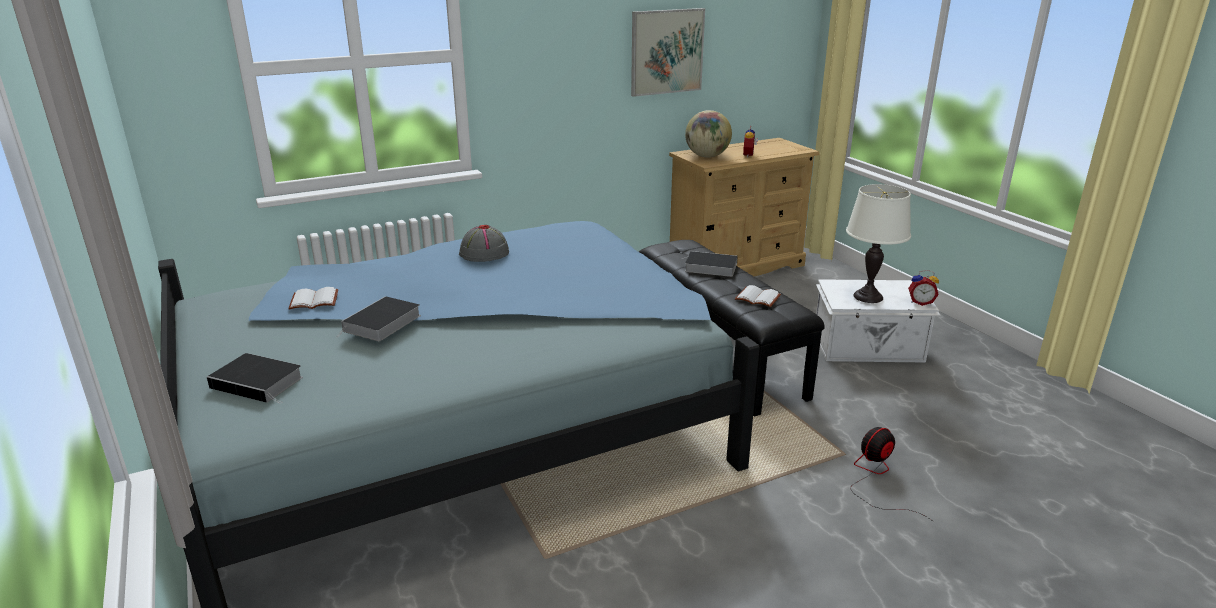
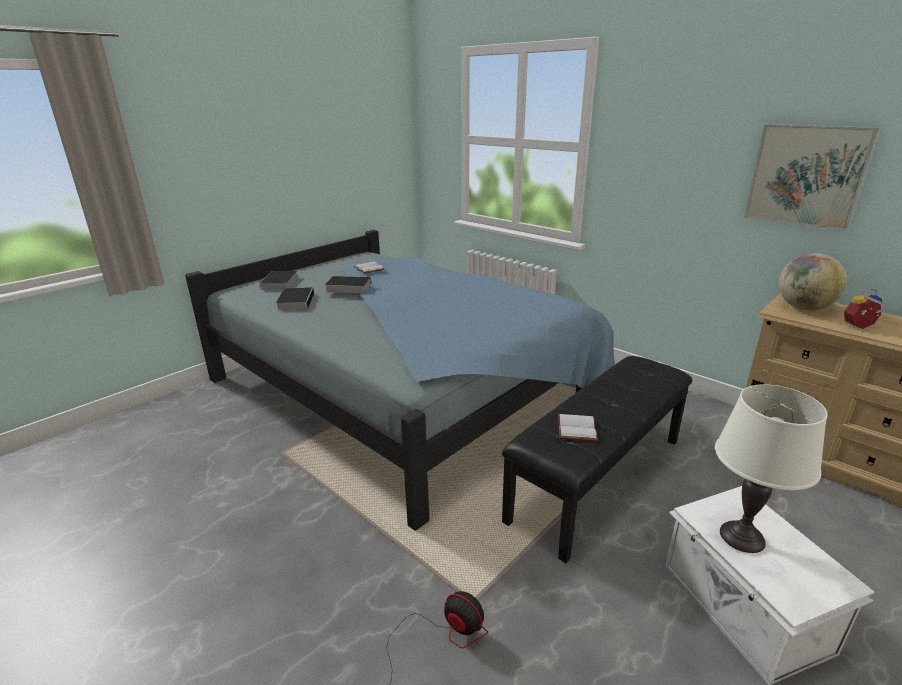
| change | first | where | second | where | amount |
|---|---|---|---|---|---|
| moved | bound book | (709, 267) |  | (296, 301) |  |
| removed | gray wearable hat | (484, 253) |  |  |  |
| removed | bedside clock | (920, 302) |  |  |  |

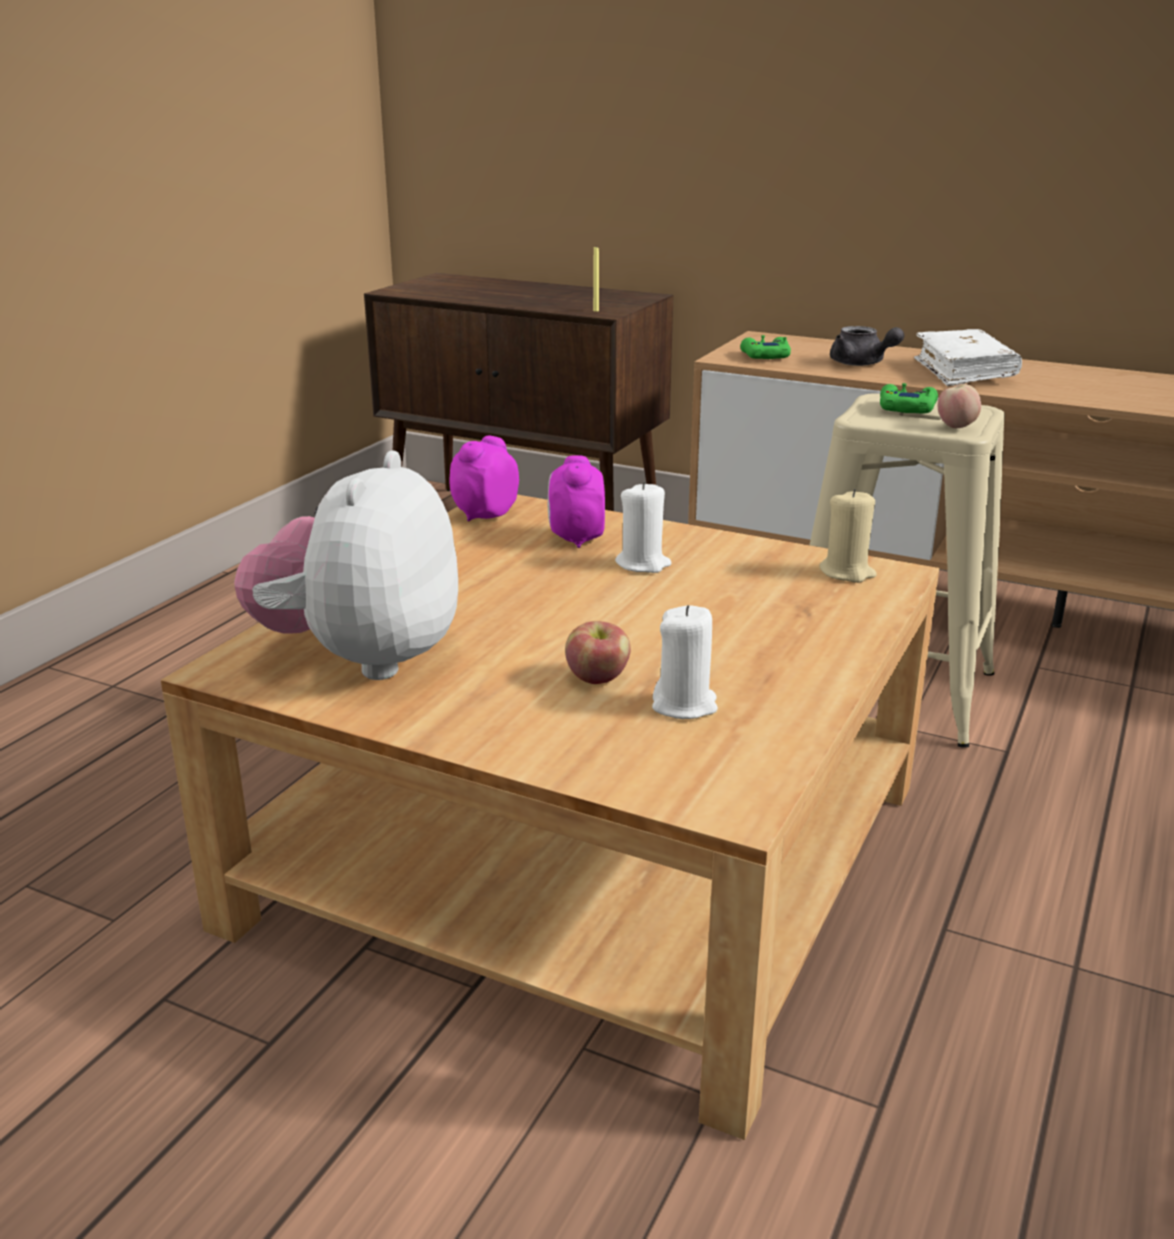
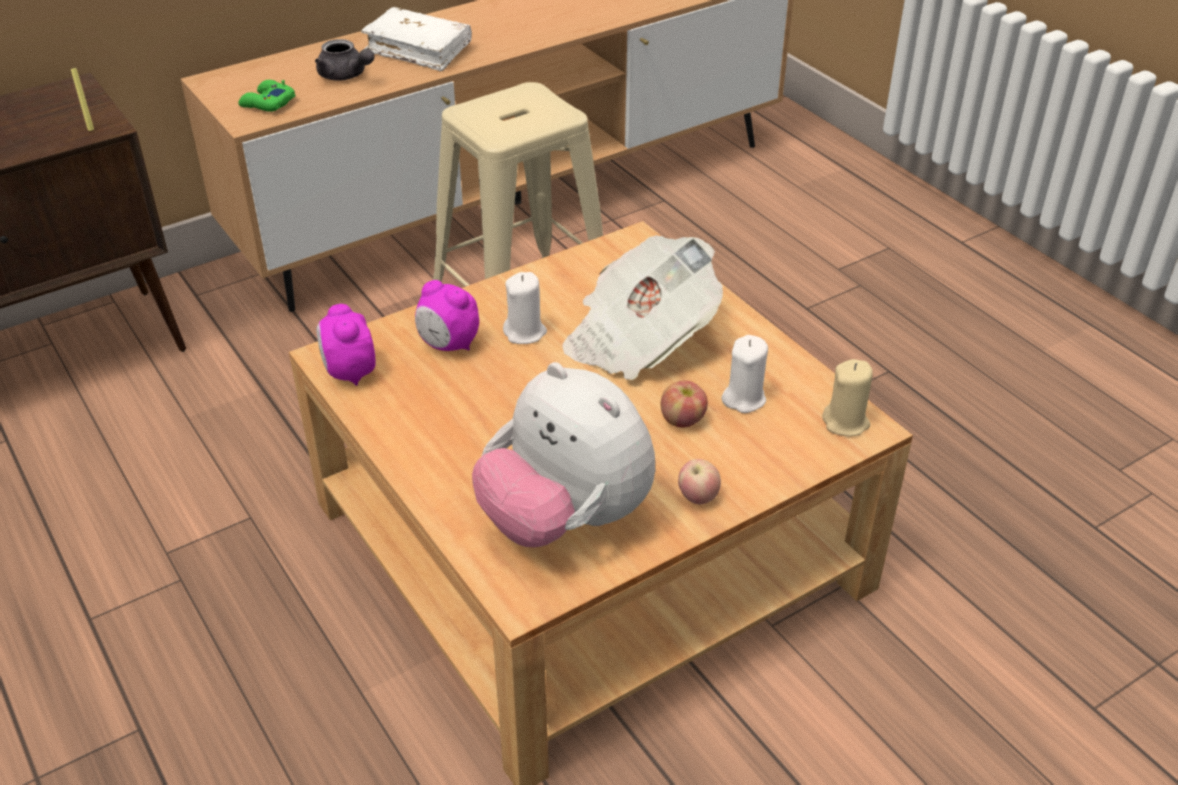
| change | first | where | second | where | amount |
|---|---|---|---|---|---|
| turned | gray pot for tea | (861, 364) |  | (345, 76) | 45 degrees clockwise |
| added |  |  | newspaper | (639, 339) |  |
| moved | apple fruit | (956, 427) |  | (698, 497) |  |
| moved | sand-coloured candle | (847, 573) |  | (846, 422) |  |
| removed | green-coloured joypad | (906, 408) |  |  |  |

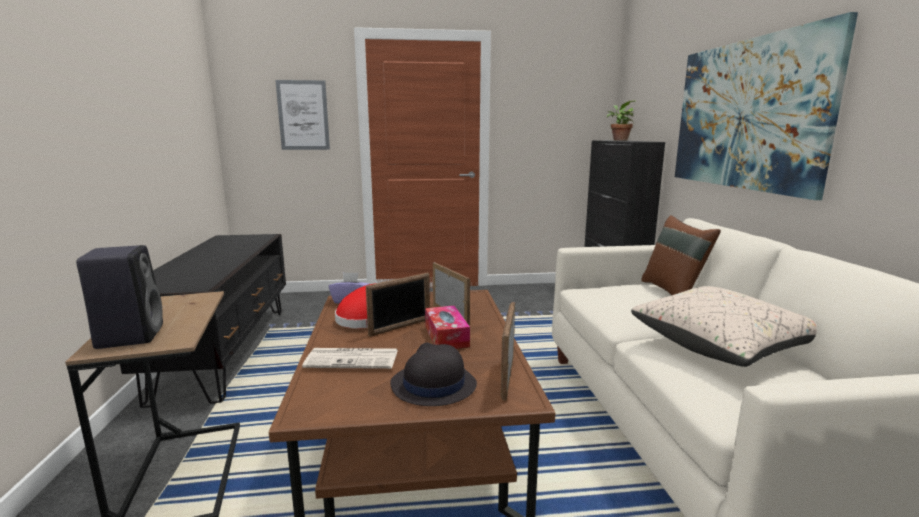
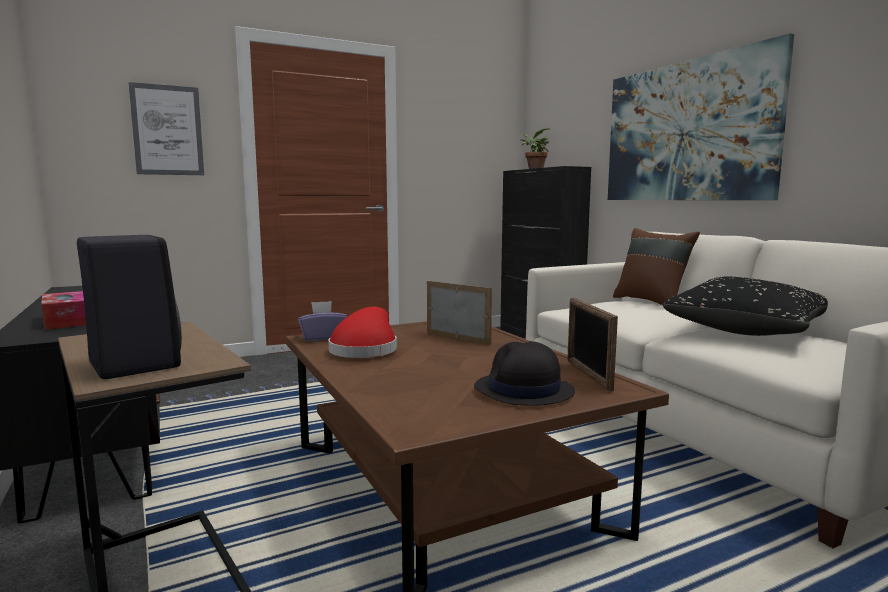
| change | first | where | second | where | amount |
|---|---|---|---|---|---|
| moved | tissue holder | (446, 336) |  | (67, 320) |  |
| recoloured | sand-coloured pillow | (723, 346) | black pillow | (747, 330) |  |
| removed | newspaper | (353, 359) |  |  |  |
| removed | photo frame | (400, 327) |  |  |  |

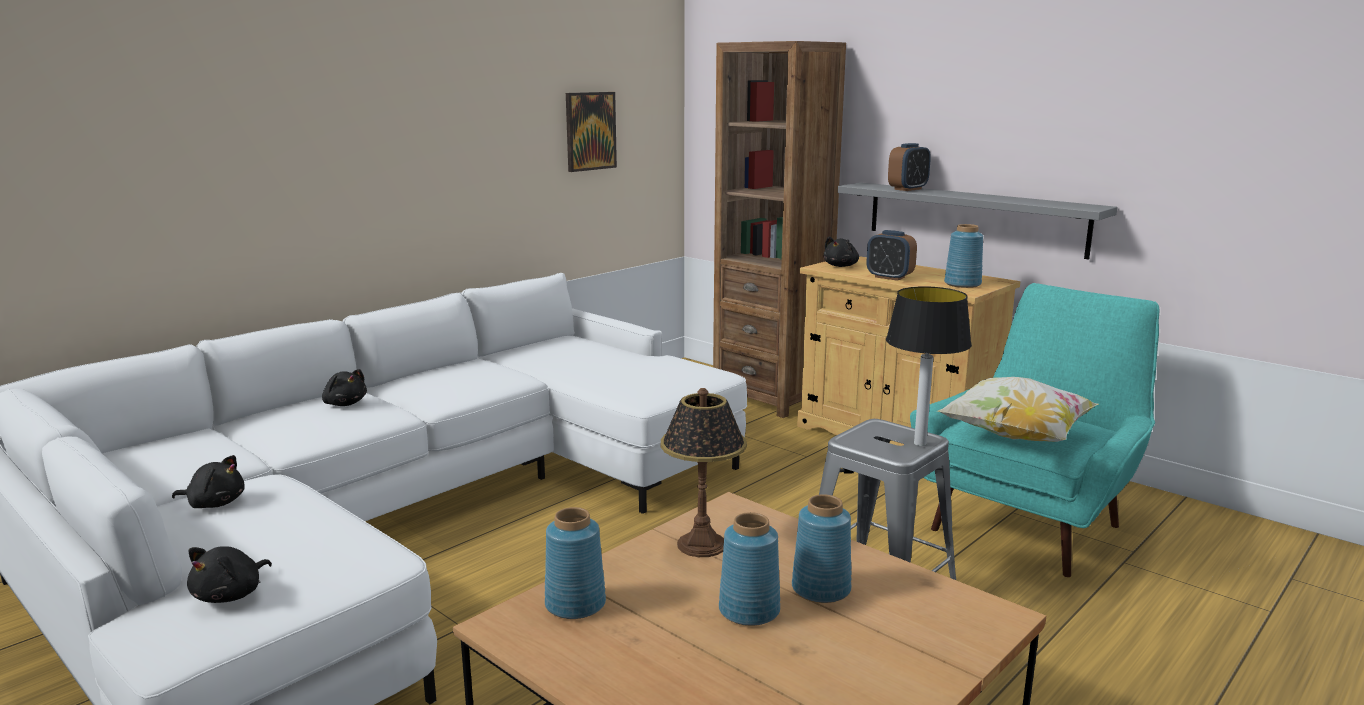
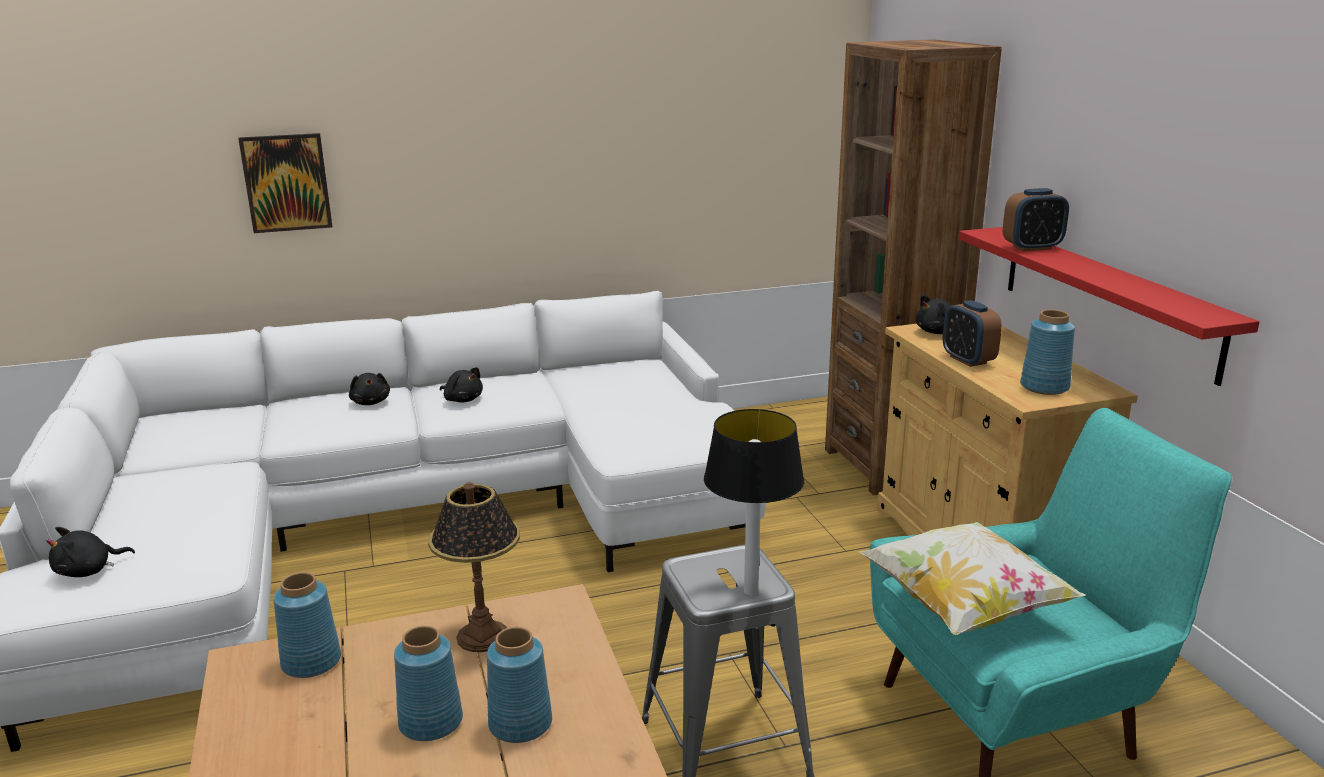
| change | first | where | second | where | amount |
|---|---|---|---|---|---|
| moved | wall art | (590, 131) |  | (286, 182) |  |
| moved | black soft toy | (214, 503) |  | (462, 399) |  |
| recoloured | gray wall shelf | (974, 218) | reddish wall shelf | (1106, 299) |  |

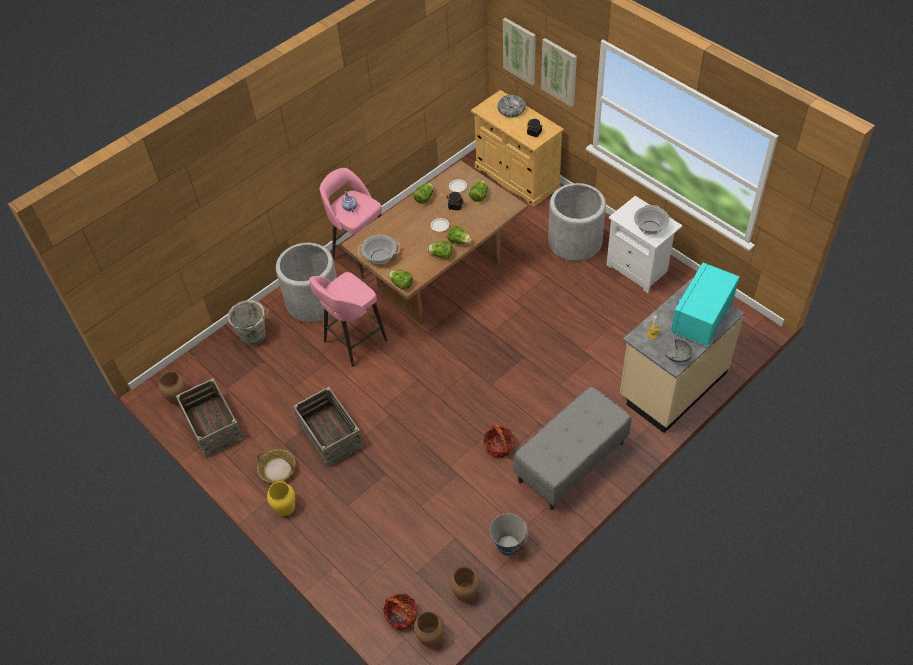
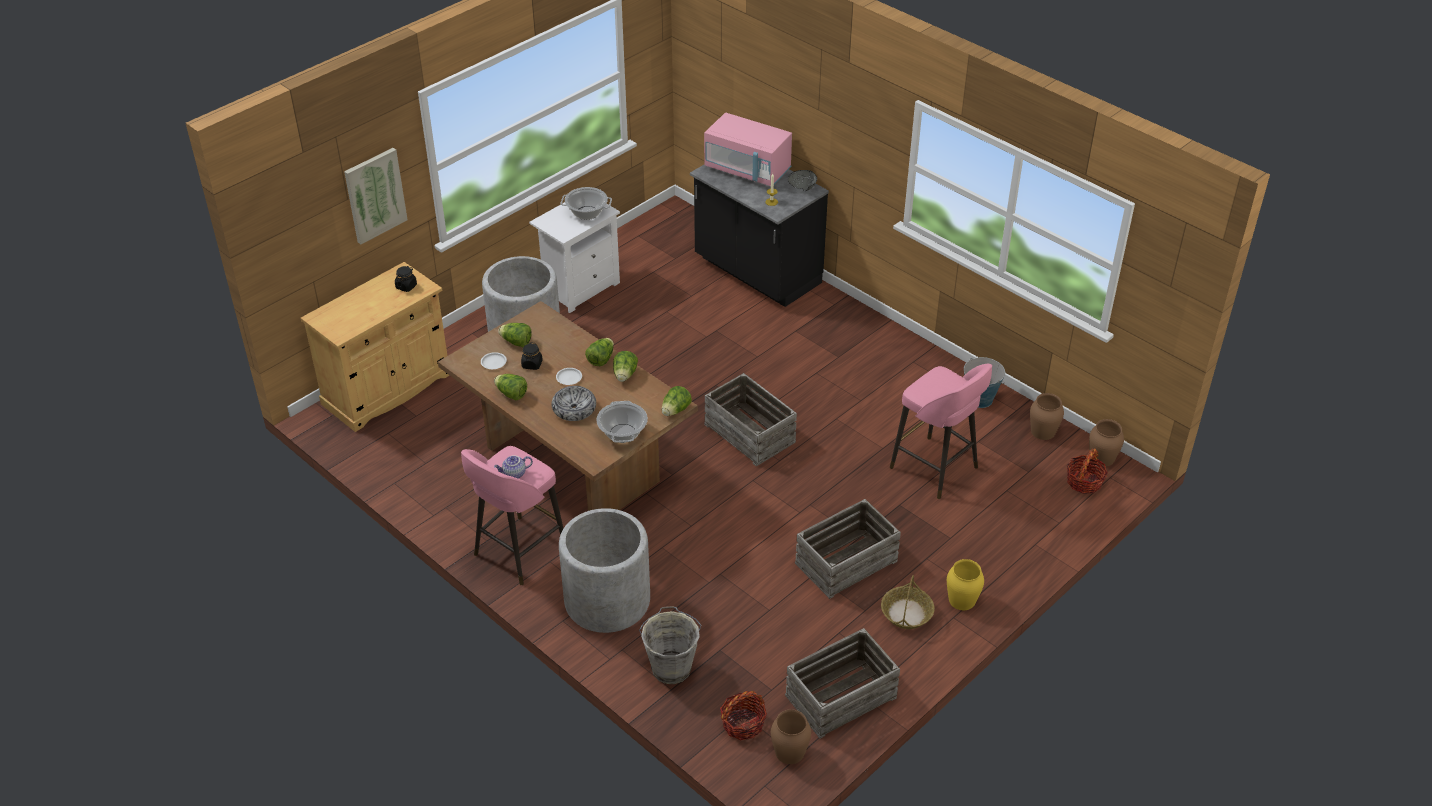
| change | first | where | second | where | amount |
|---|---|---|---|---|---|
| moved | deep dish | (511, 109) |  | (574, 408) |  |
| recoloured | sand-coloured kitchen base unit | (671, 385) | black kitchen base unit | (756, 273) |  |
| recoloured | turquoise-coloured microwave oven | (701, 318) | pinkish microwave oven | (747, 170) |  |
| added |  |  | crate | (750, 433) |  |
| moved | basket | (499, 447) |  | (743, 724) |  |
| moved | pinkish sitting stool | (353, 342) |  | (936, 469) |  |
| removed | wall art | (520, 51) |  |  |  |
| removed | gray long seat | (571, 462) |  |  |  |

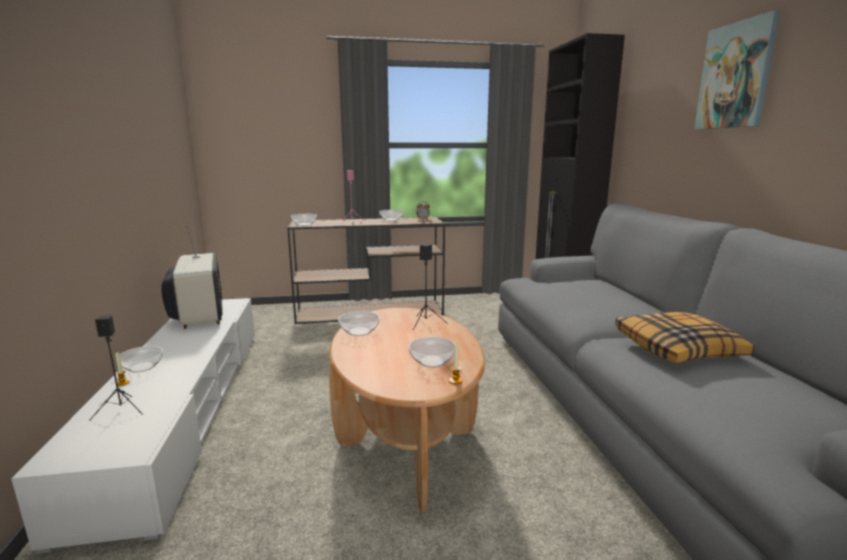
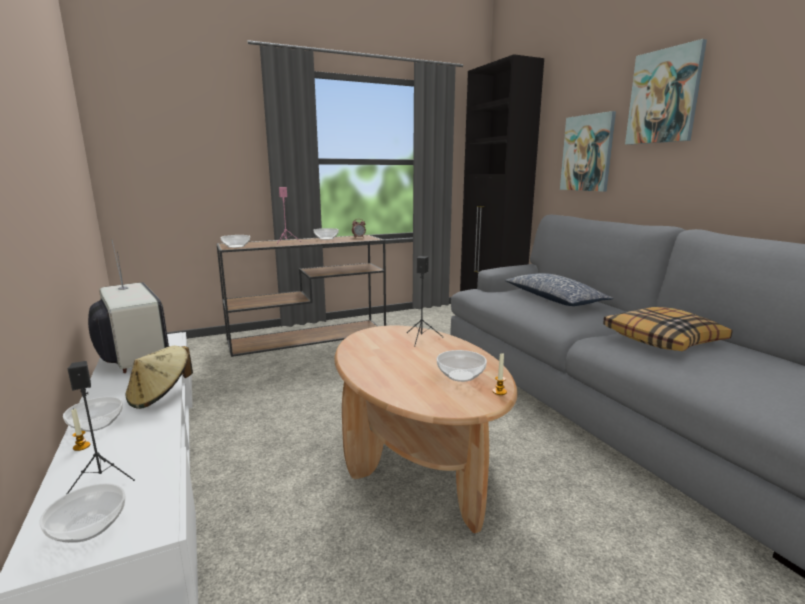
| change | first | where | second | where | amount |
|---|---|---|---|---|---|
| moved | deep dish | (359, 332) |  | (87, 528) |  |
| added |  |  | sand-coloured wearable hat | (160, 395) |  |
| added |  |  | pillow | (553, 300) |  |
| added |  |  | wall art | (587, 153) |  |

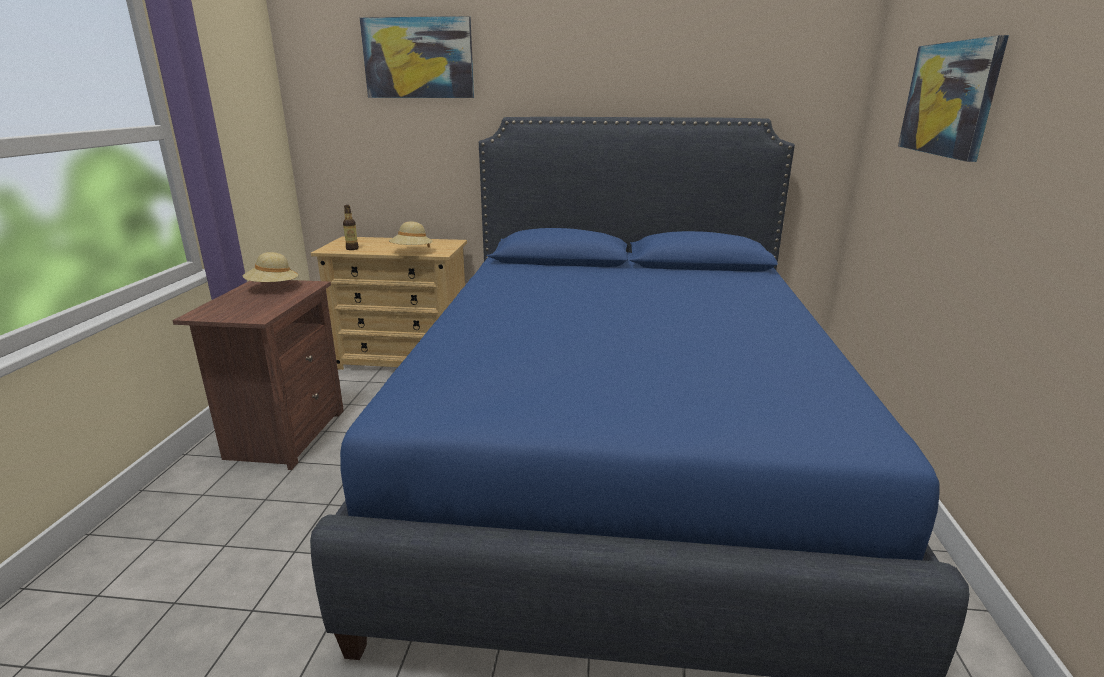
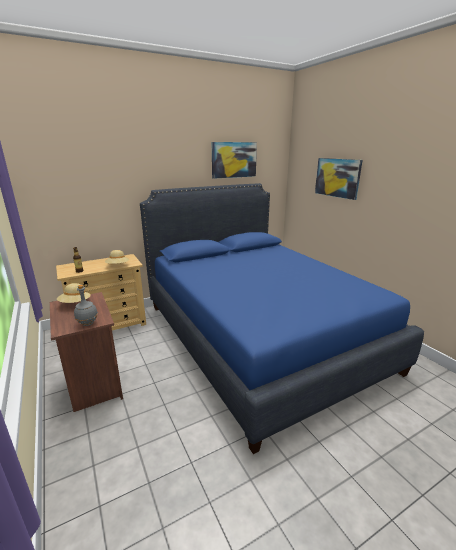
| change | first | where | second | where | amount |
|---|---|---|---|---|---|
| added |  |  | gray bottle | (88, 323) |  |
| moved | wall art | (418, 58) |  | (234, 160) |  |

